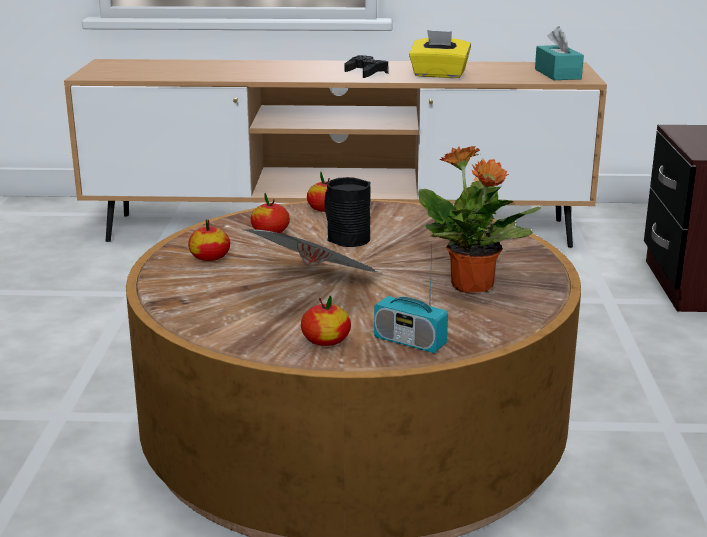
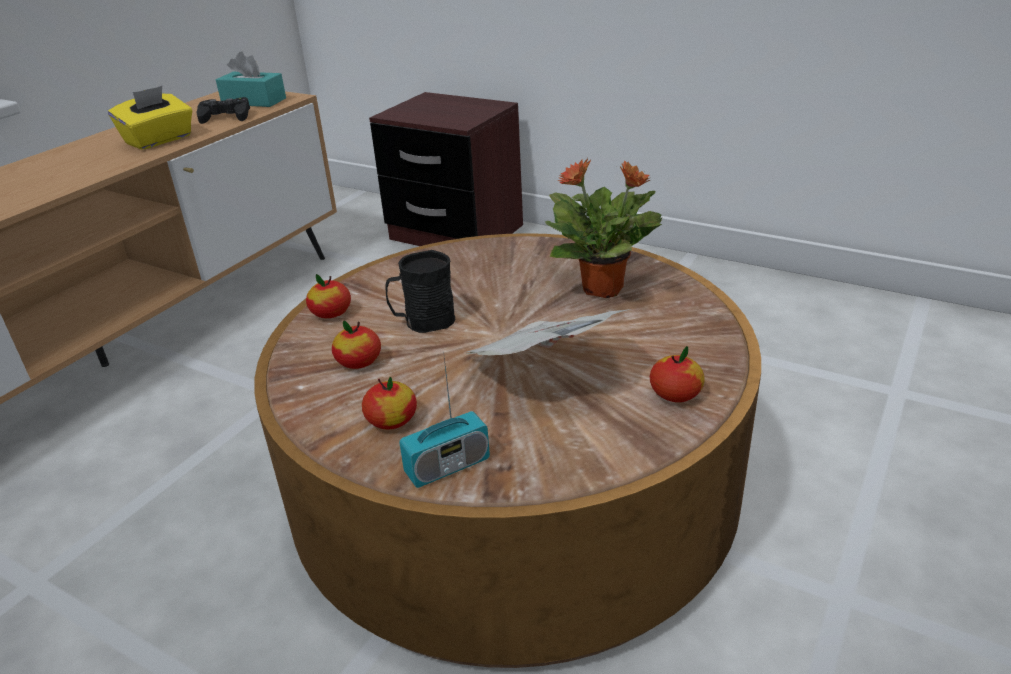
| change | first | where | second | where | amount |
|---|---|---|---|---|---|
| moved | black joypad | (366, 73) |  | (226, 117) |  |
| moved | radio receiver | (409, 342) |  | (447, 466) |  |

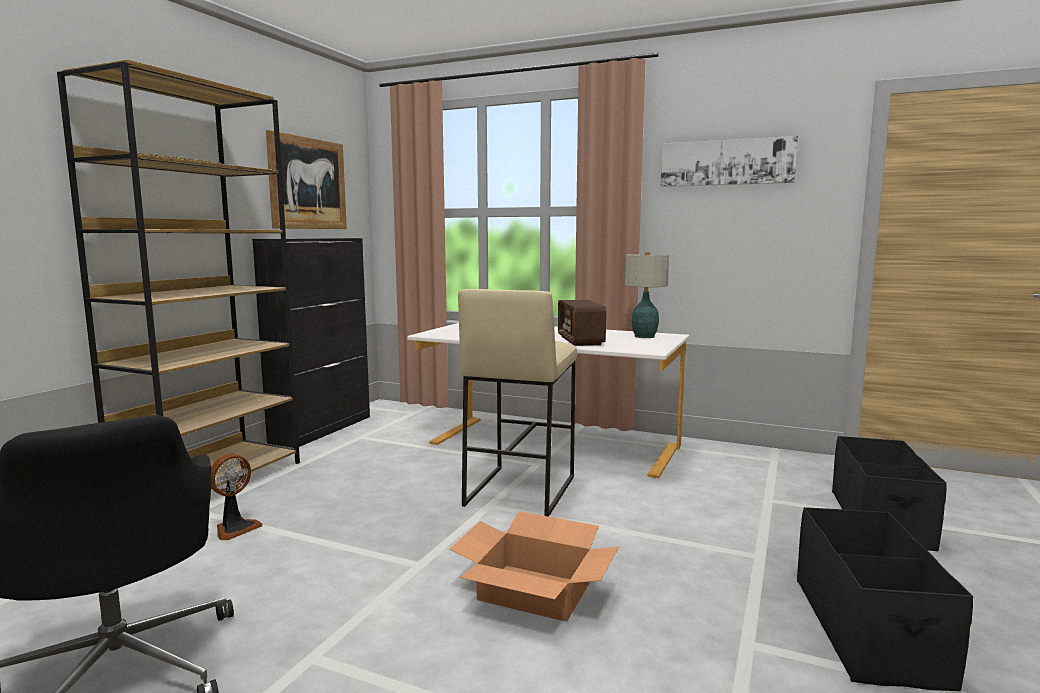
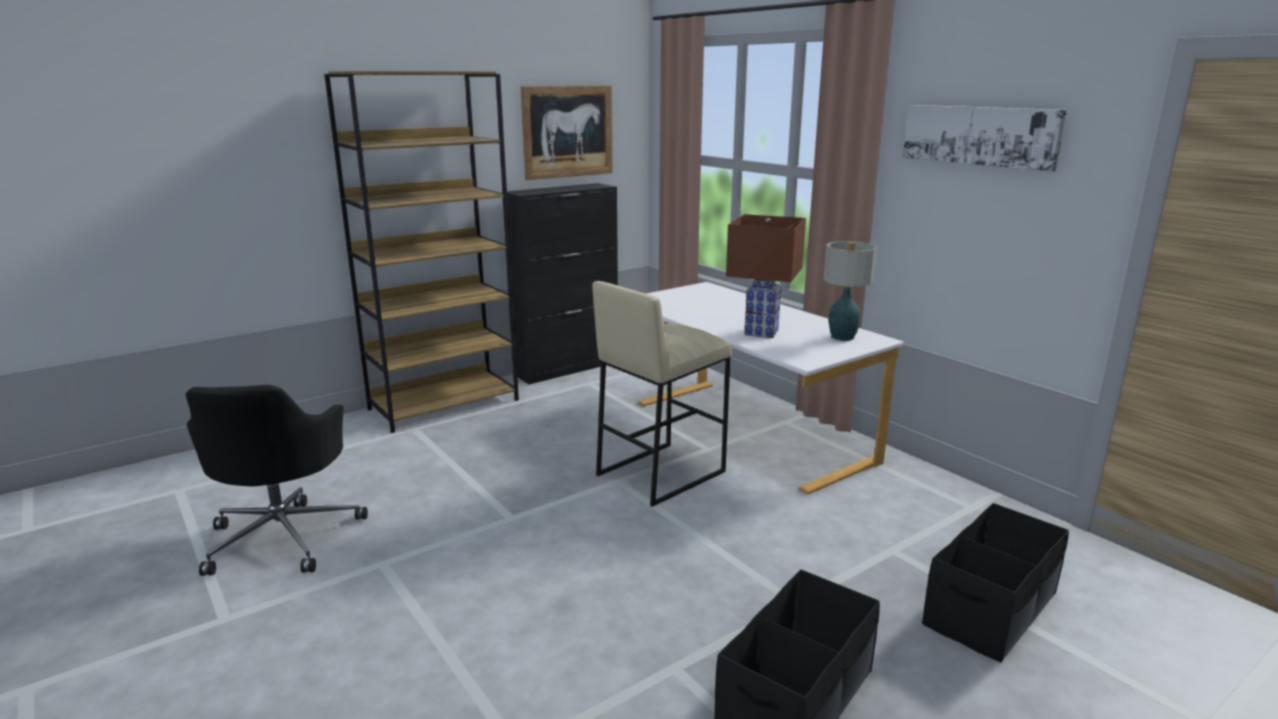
| change | first | where | second | where | amount |
|---|---|---|---|---|---|
| replaced | radio receiver | (580, 340) | brown-coloured lamp for a table | (762, 333) |  |
| removed | electric fan | (235, 528) |  |  |  |
| removed | packing box | (534, 591) |  |  |  |

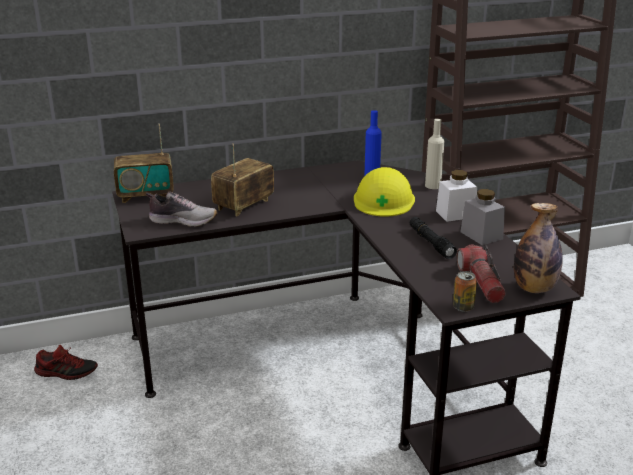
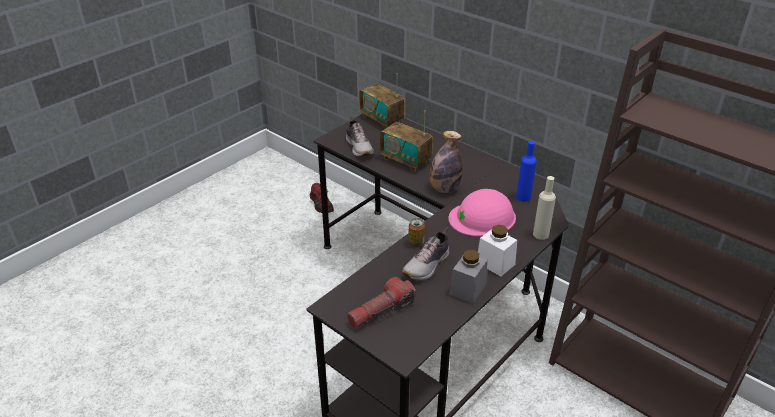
| change | first | where | second | where | amount |
|---|---|---|---|---|---|
| turned | radio receiver | (244, 205) |  | (405, 160) | 150 degrees counterclockwise |
| replaced | black flashlight | (431, 243) | shoe | (427, 265) |  |
| moved | can | (463, 307) |  | (416, 244) |  |
| moved | bottle | (534, 288) |  | (444, 189) |  |
| recoloured | yellow work helmet | (384, 200) | pinkish work helmet | (482, 218) |  |

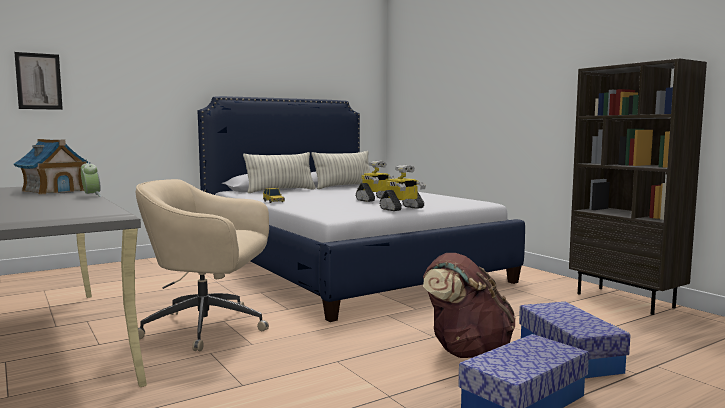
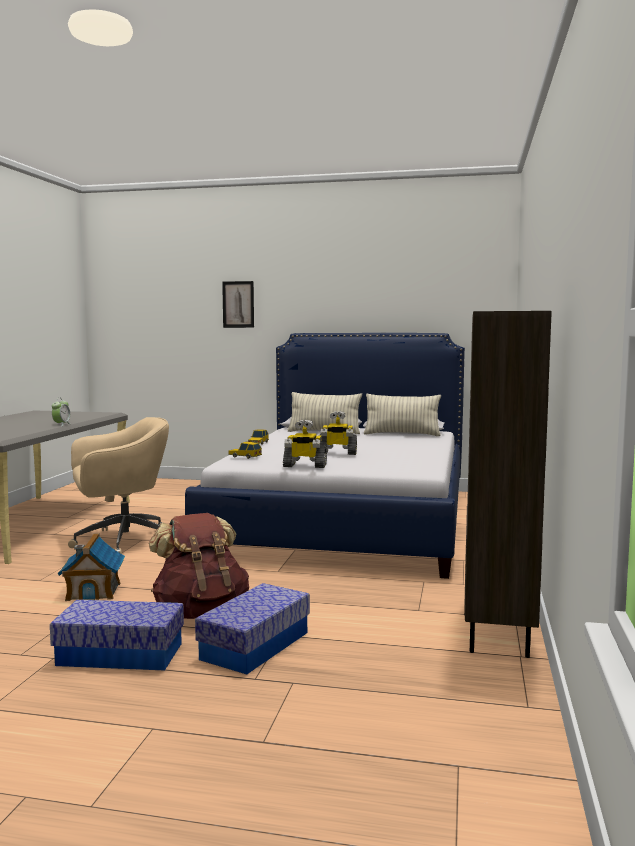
| change | first | where | second | where | amount |
|---|---|---|---|---|---|
| moved | toy house | (54, 191) |  | (93, 591) |  |
| turned | sand-coloured computer chair | (208, 328) |  | (121, 542) | 105 degrees clockwise |
| moved | wall art | (39, 81) |  | (238, 304) |  |
| added |  |  | miniature car | (244, 456) |  |

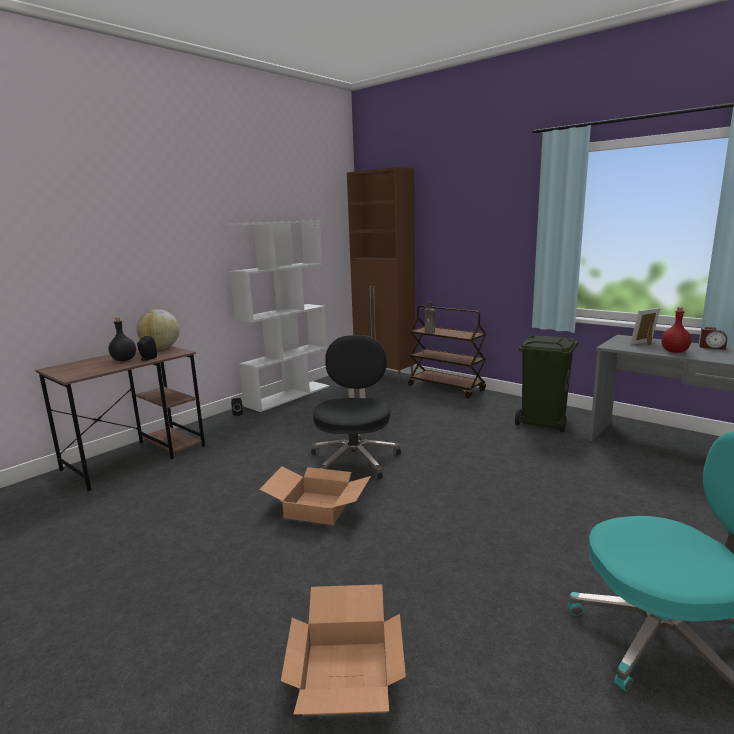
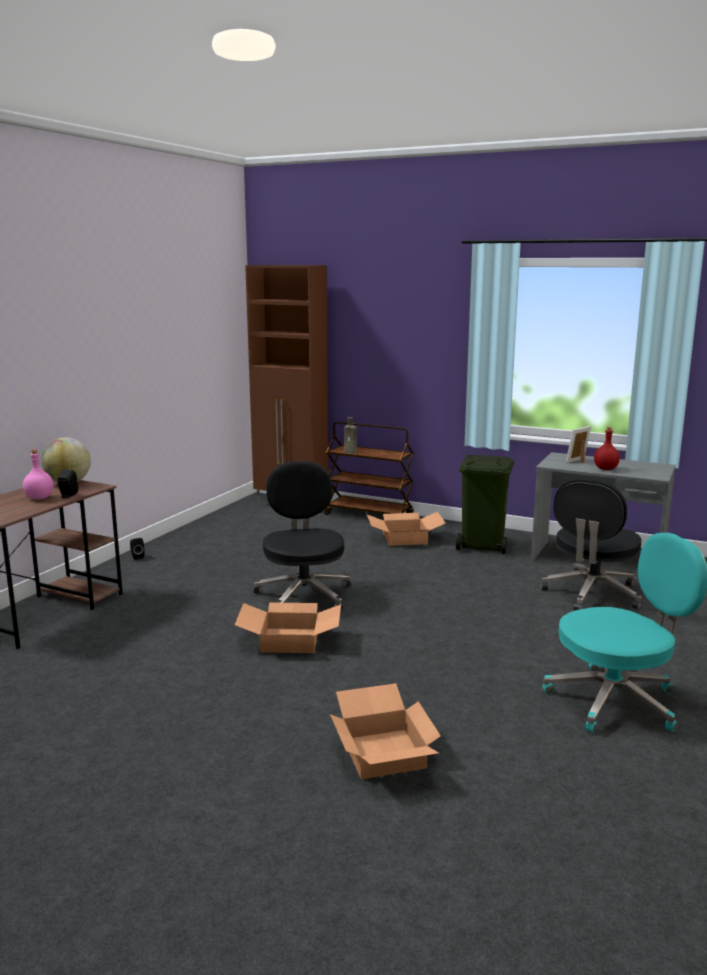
| change | first | where | second | where | amount |
|---|---|---|---|---|---|
| recoloured | black bottle | (124, 360) | pinkish bottle | (40, 498) |  |
| added |  |  | packing box | (404, 539) |  |
| added |  |  | black computer chair | (591, 594) |  |
| removed | white bookshelf | (288, 396) |  |  |  |
| removed | bedside clock | (712, 347) |  |  |  |

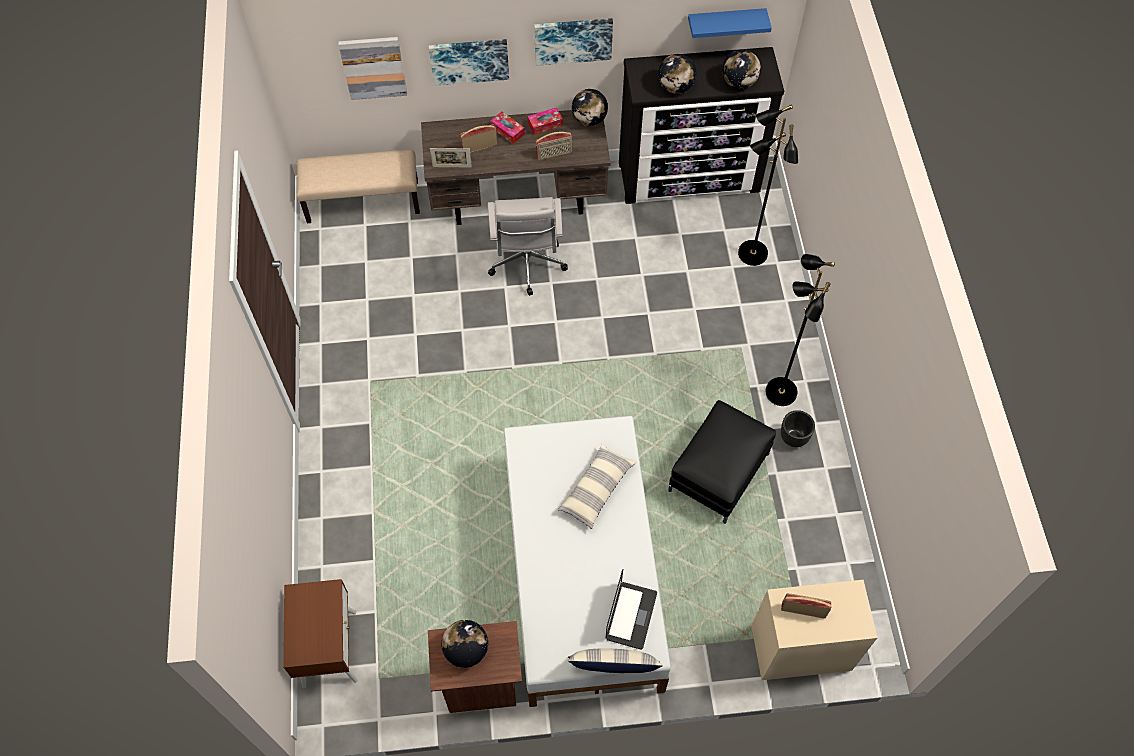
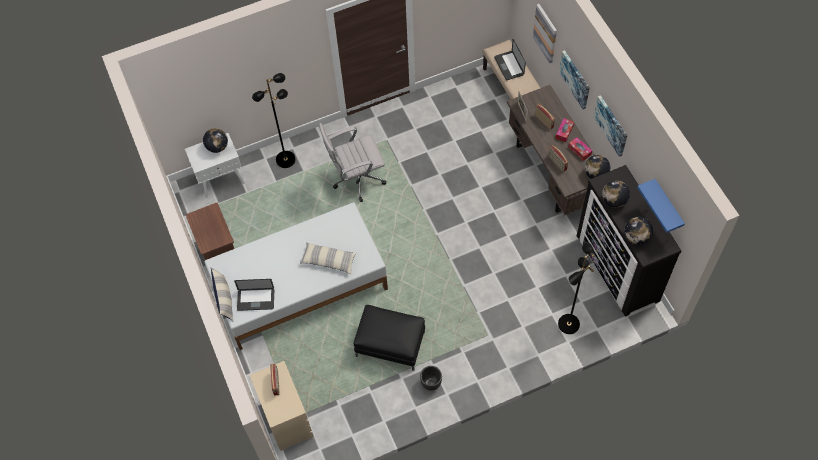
| change | first | where | second | where | amount |
|---|---|---|---|---|---|
| recoloured | brown-coloured nightstand | (329, 648) | white nightstand | (220, 178) |  |
| moved | desk globe | (466, 650) |  | (217, 147) |  |
| moved | black standard lamp | (779, 392) |  | (285, 159) |  |
| moved | white computer chair | (527, 266) |  | (356, 180) |  |
| added |  |  | portable computer | (509, 66) |  |

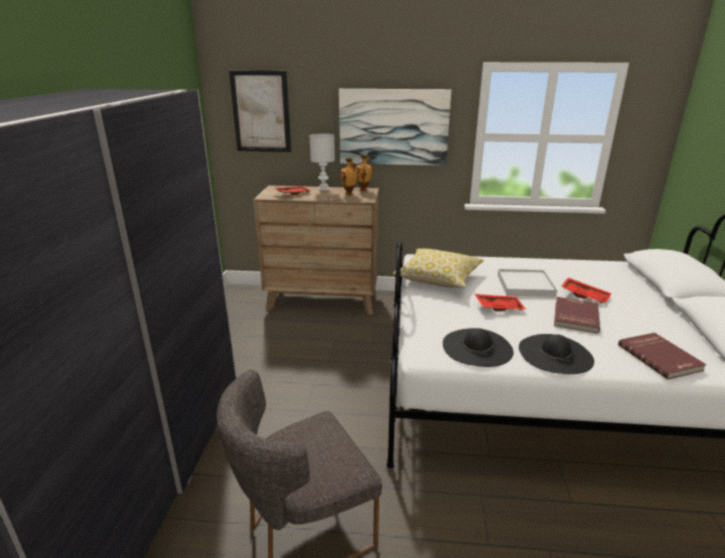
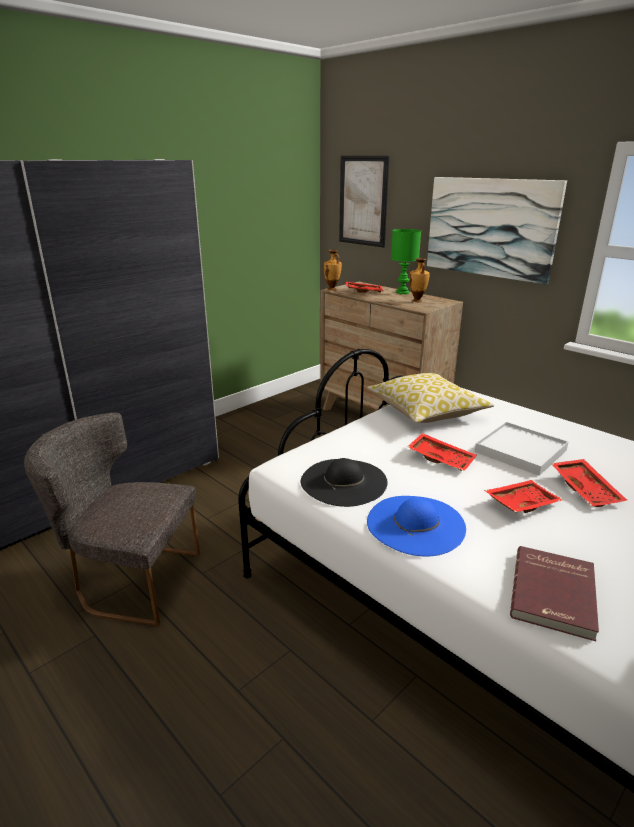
| change | first | where | second | where | amount |
|---|---|---|---|---|---|
| moved | decorative vase | (364, 190) |  | (332, 289) |  |
| recoloured | black wearable hat | (555, 354) | blue wearable hat | (415, 524) |  |
| recoloured | white lamp for a table | (324, 189) | green-coloured lamp for a table | (403, 292) |  |
| replaced | reddish bound book | (574, 316) | reddish carrying tray | (520, 503) |  |

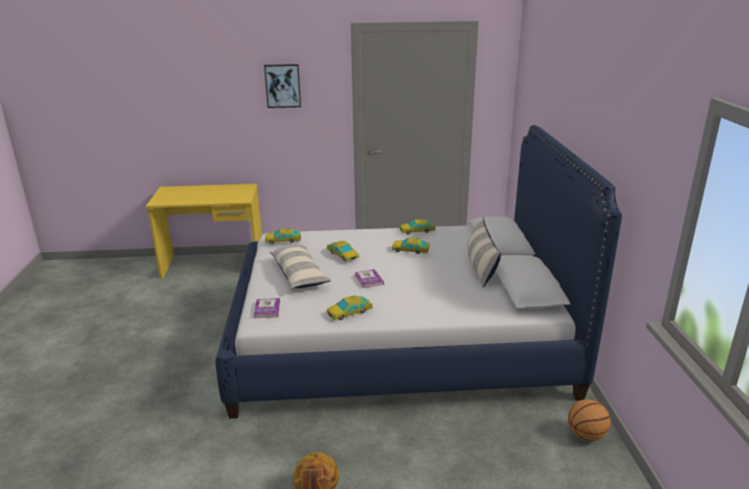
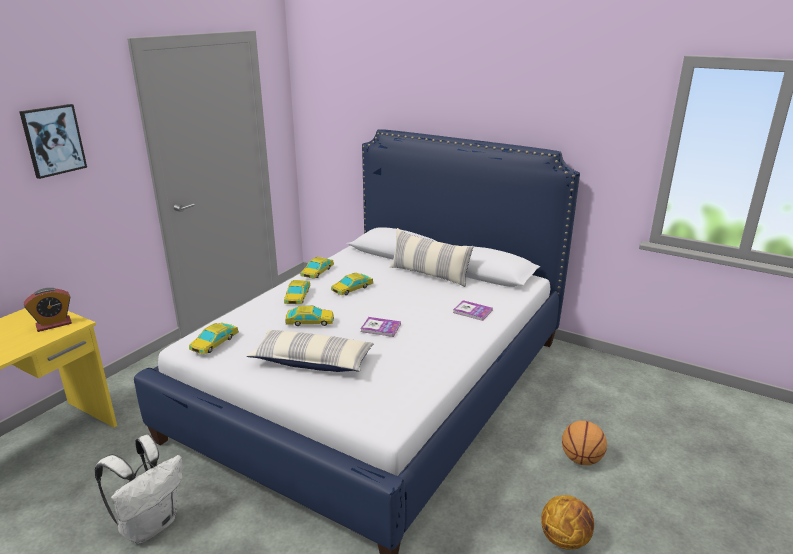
| change | first | where | second | where | amount |
|---|---|---|---|---|---|
| added |  |  | bedside clock | (54, 324) |  |
| added |  |  | white backpack | (150, 524) |  |
| moved | miniature car | (349, 312) |  | (297, 296) |  |
| moved | bound book | (267, 309) |  | (472, 311) |  |
| moved | basketball | (586, 436) |  | (581, 459) |  |

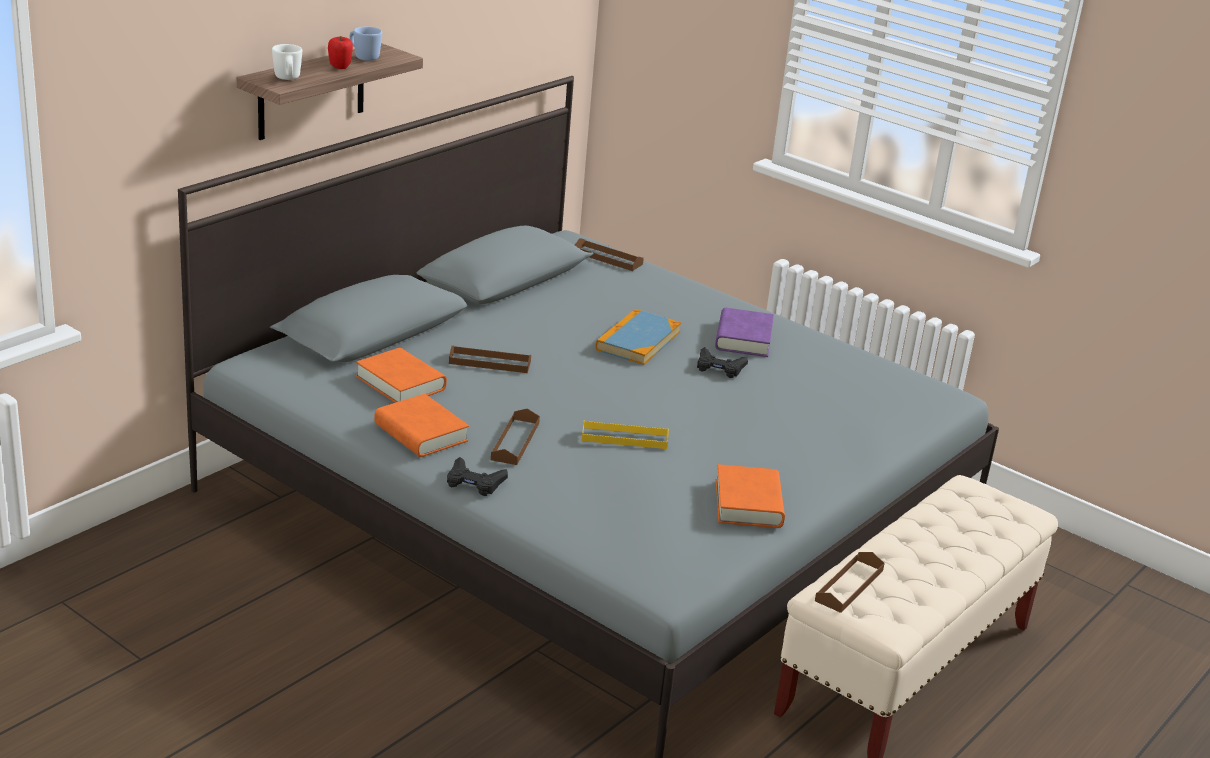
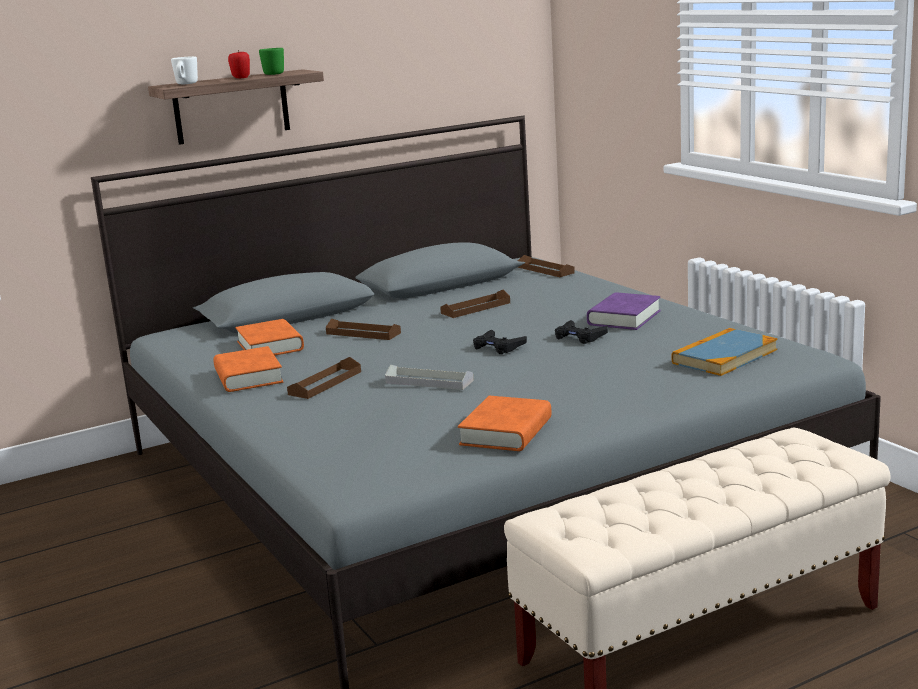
| change | first | where | second | where | amount |
|---|---|---|---|---|---|
| recoloured | blue tea mug | (363, 57) | green-coloured tea mug | (272, 74) |  |
| recoloured | yellow carrying tray | (624, 438) | gray carrying tray | (429, 381) |  |
| moved | brown-coloured carrying tray | (849, 585) |  | (475, 308) |  |
| moved | black joypad | (474, 482) |  | (498, 347) |  |
| moved | bound book | (638, 341) |  | (724, 356) |  |

